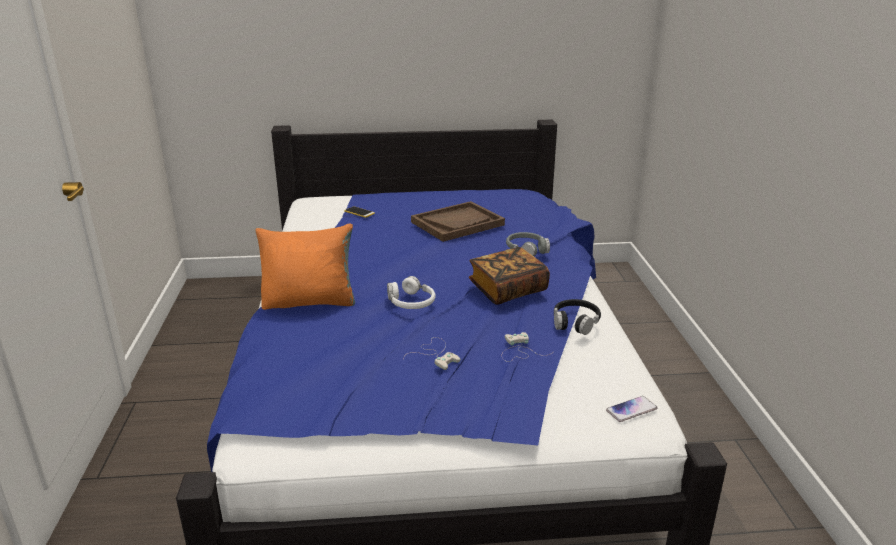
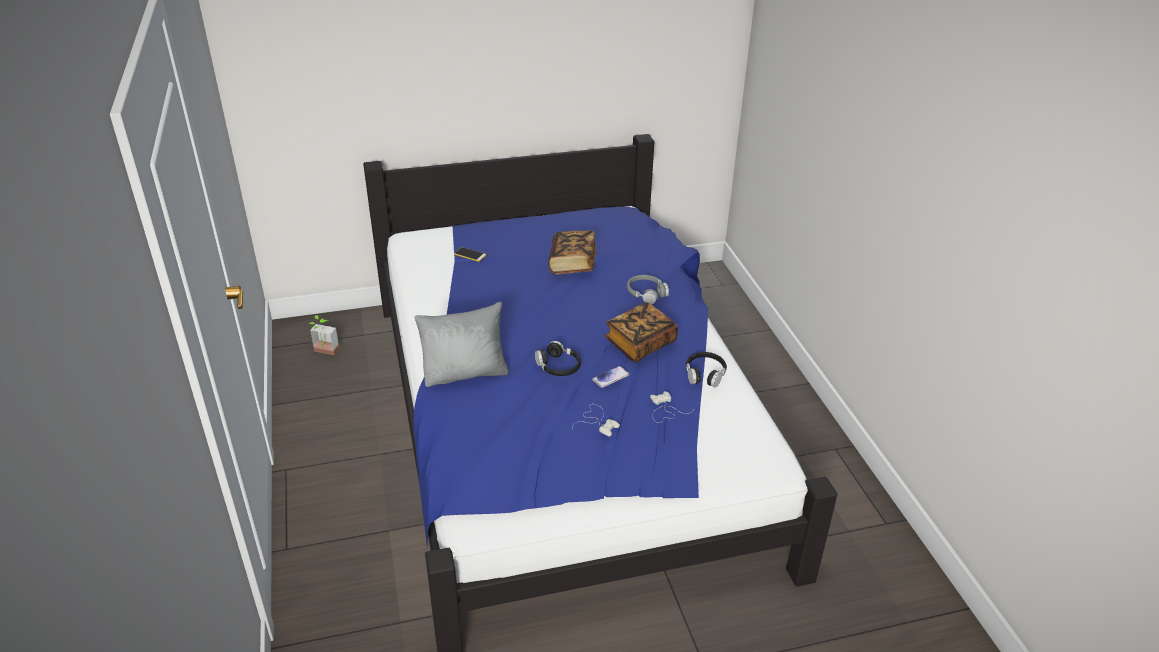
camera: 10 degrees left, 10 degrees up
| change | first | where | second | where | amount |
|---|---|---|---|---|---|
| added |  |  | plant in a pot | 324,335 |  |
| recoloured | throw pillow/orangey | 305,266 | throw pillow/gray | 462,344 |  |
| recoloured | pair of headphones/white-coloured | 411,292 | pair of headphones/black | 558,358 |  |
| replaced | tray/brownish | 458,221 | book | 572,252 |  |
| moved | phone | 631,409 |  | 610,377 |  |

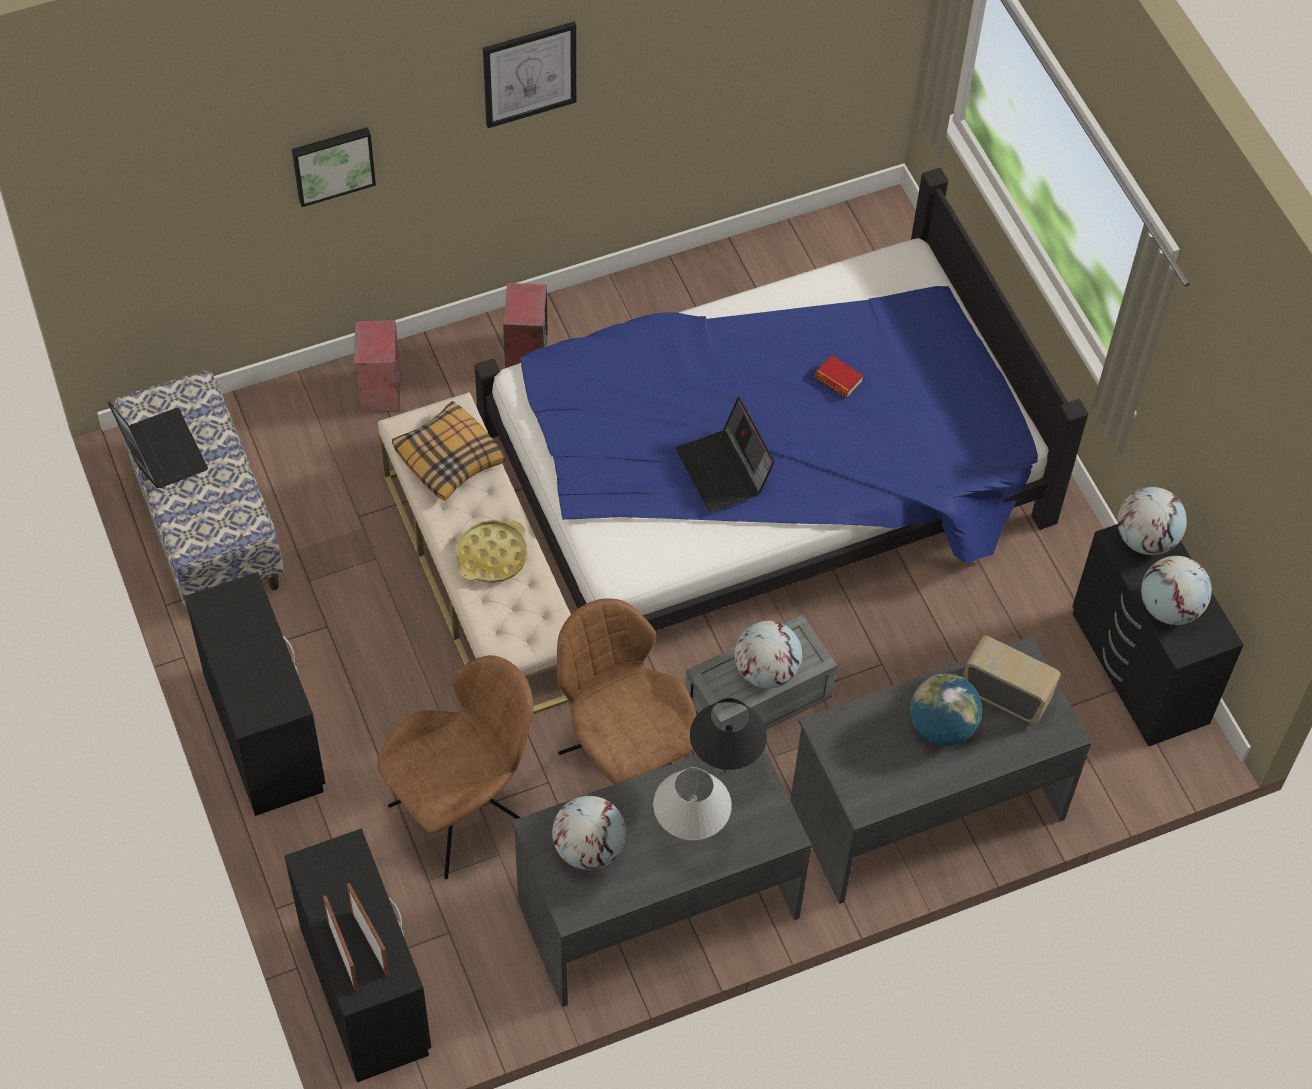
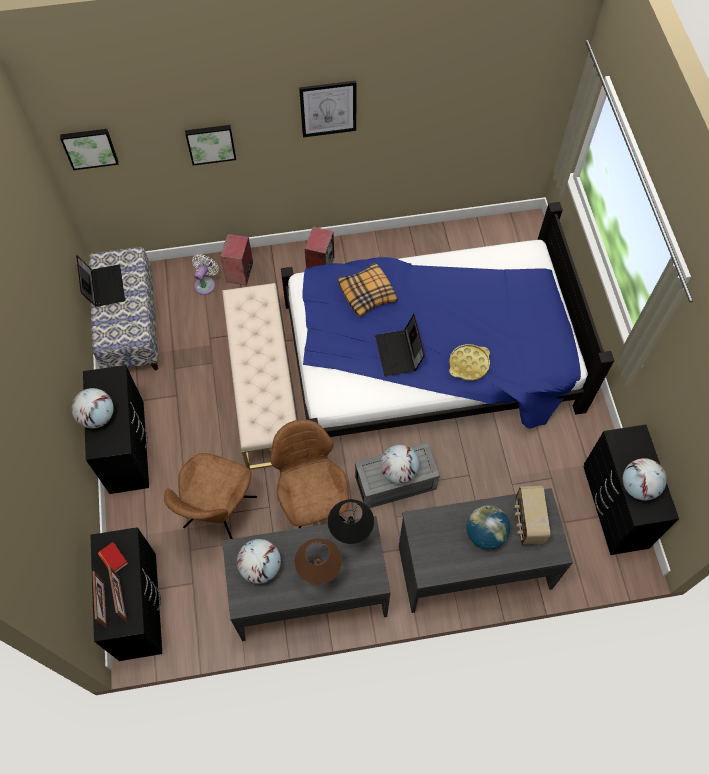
camera: 15 degrees right, 5 degrees up
| change | first | where | second | where | amount |
|---|---|---|---|---|---|
| added |  |  | wall picture | 89,149 |  |
| moved | world globe | 1152,521 |  | 93,408 |  |
| moved | book | 839,376 |  | 113,557 |  |
| turned | plain chair/brownish | 455,767 |  | 210,496 | 135 degrees clockwise |
| added |  |  | fan/white-coloured | 205,274 |  |
| recoloured | lamp for a table/white-coloured | 692,804 | lamp for a table/brownish | 318,561 |  |
| moved | throw pillow | 448,451 |  | 367,290 |  |
| moved | tray/yellow | 492,551 |  | 469,362 |  |
| turned | radio receiver | 1012,680 |  | 532,515 | 135 degrees counterclockwise |

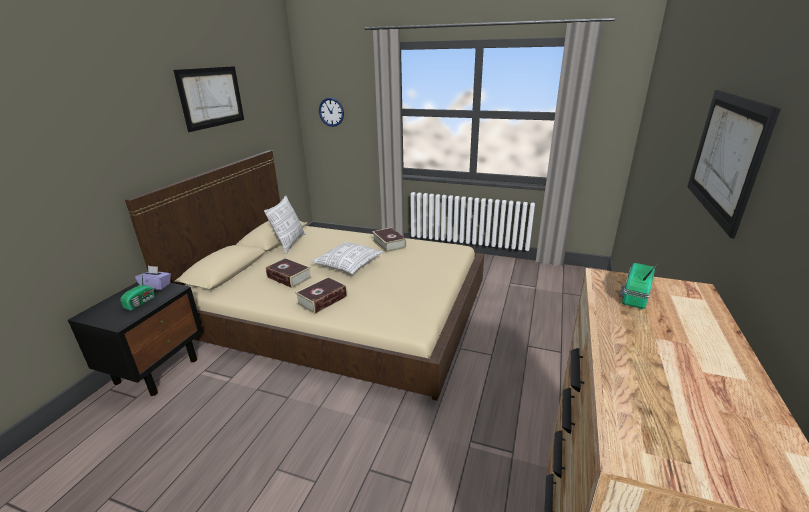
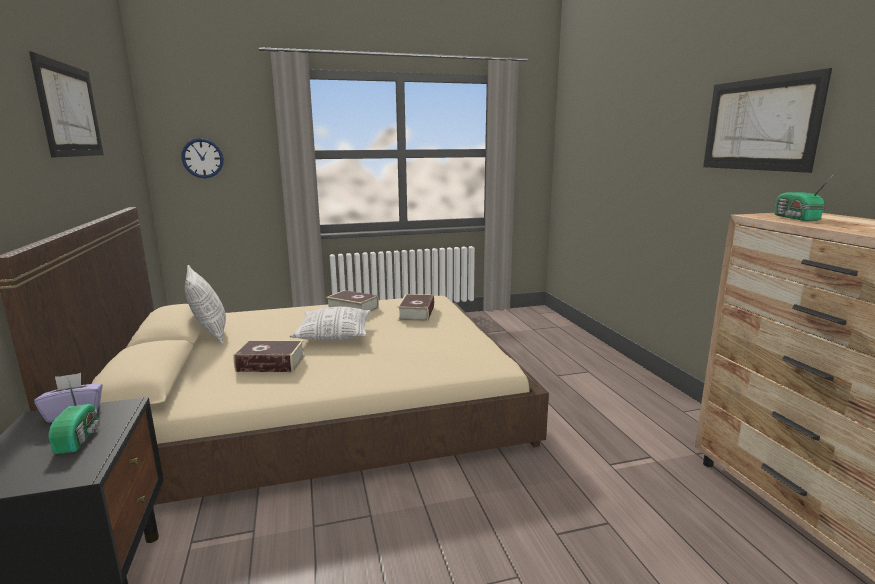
camera: 35 degrees left, 10 degrees down
| change | first | where | second | where | amount |
|---|---|---|---|---|---|
| moved | book | 321,295 |  | 415,308 |  |

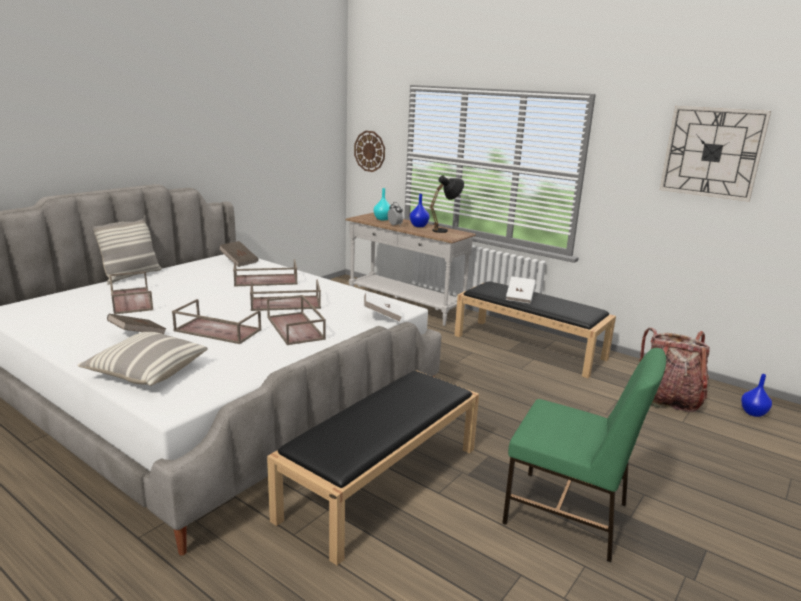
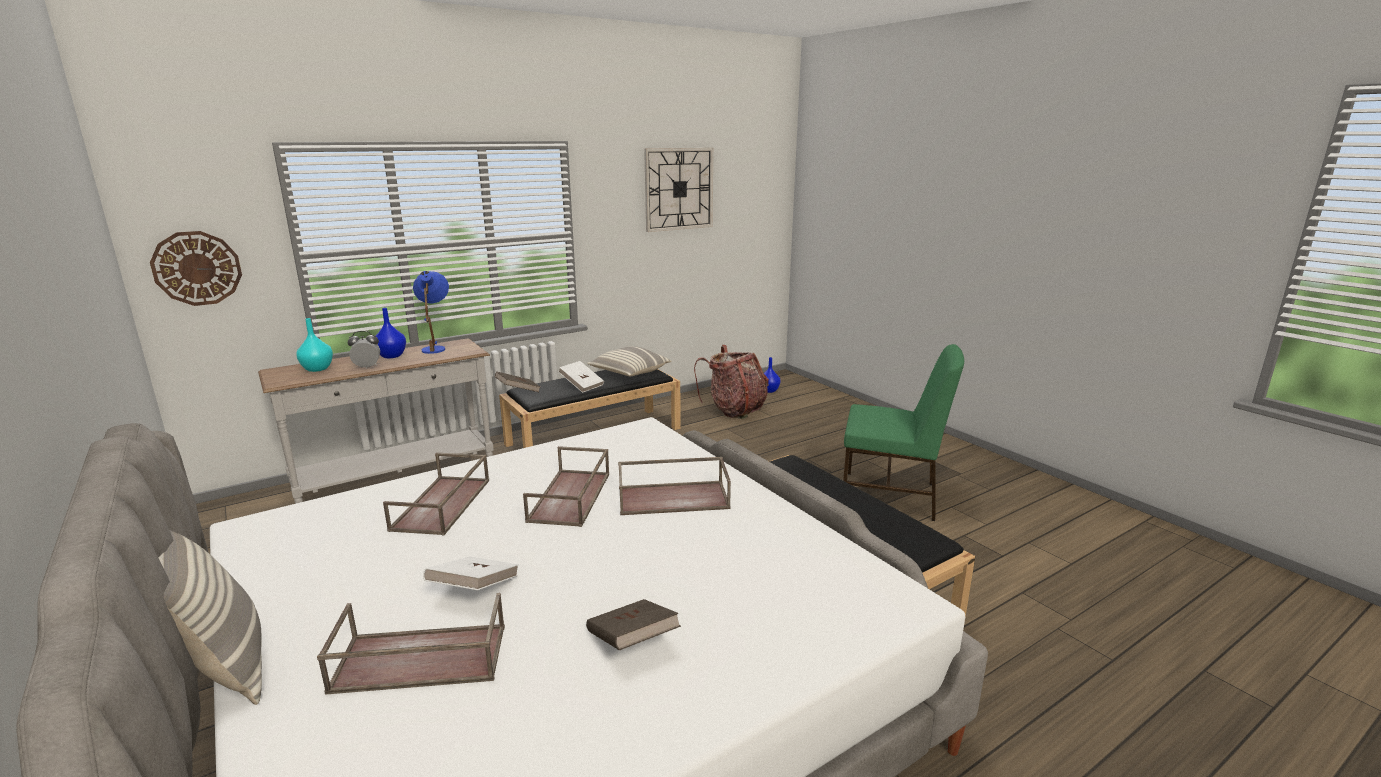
camera: 70 degrees left, 0 degrees up
| change | first | where | second | where | amount |
|---|---|---|---|---|---|
| recoloured | lamp for a table/black | 447,204 | lamp for a table/blue-coloured | 431,312 |  |
| moved | book/white-coloured | 383,306 |  | 471,573 |  |
| moved | book/brownish | 238,254 |  | 517,381 |  |
| moved | throw pillow | 142,359 |  | 629,361 |  |
| turned | plain chair/green | 584,455 |  | 903,432 | 60 degrees clockwise |
| removed | tray/brownish | 217,321 |  |  |  |

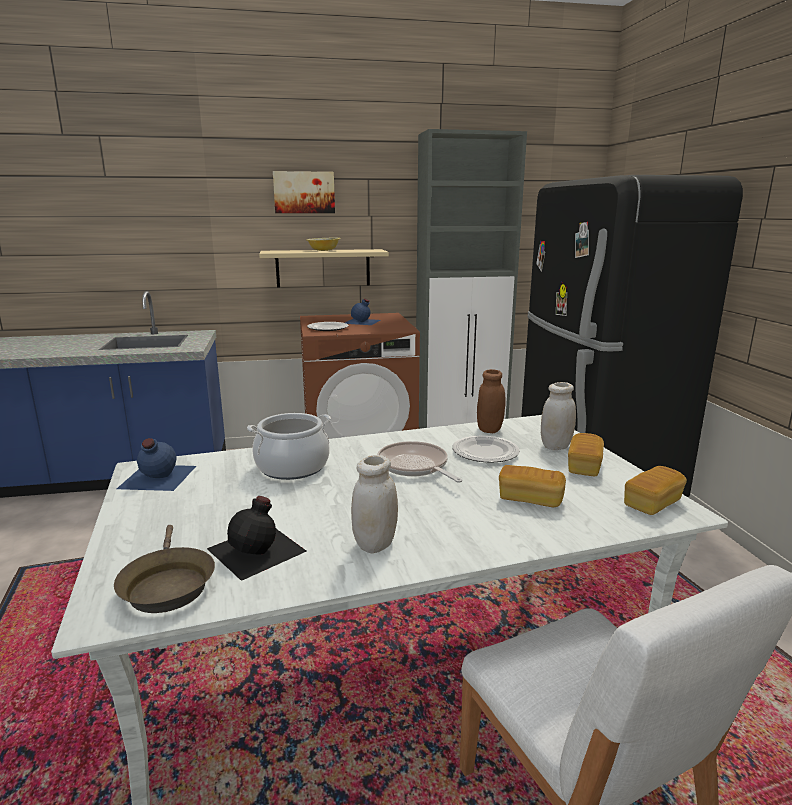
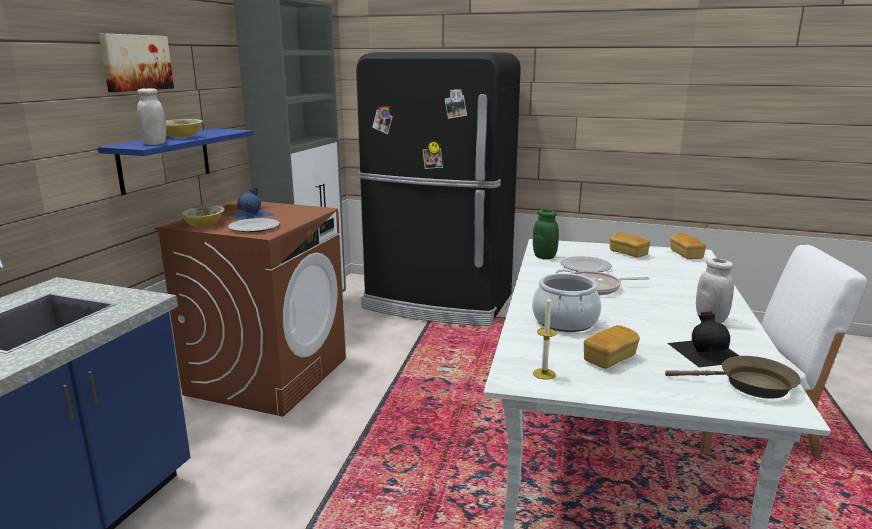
camera: 60 degrees left, 0 degrees up
| change | first | where | second | where | amount |
|---|---|---|---|---|---|
| recoloured | shelf/sand-coloured | 324,268 | shelf/blue-coloured | 175,162 |  |
| moved | preserve jar/white-coloured | 558,416 |  | 151,116 |  |
| added |  |  | deep dish | 202,216 |  |
| recoloured | preserve jar/brownish | 491,401 | preserve jar/green | 546,234 |  |
| replaced | drink bottle/blue-coloured | 156,464 | wax light | 545,338 |  |
| moved | baked bread | 532,486 |  | 612,347 |  |

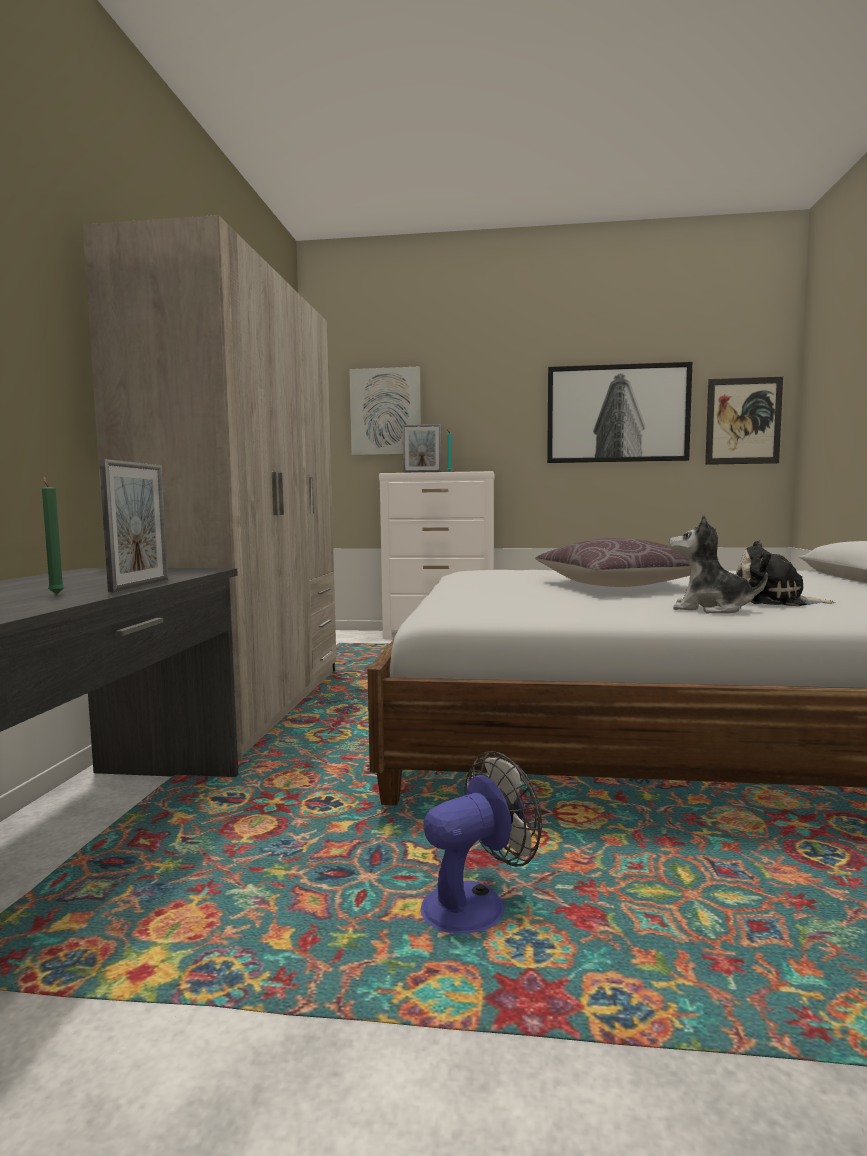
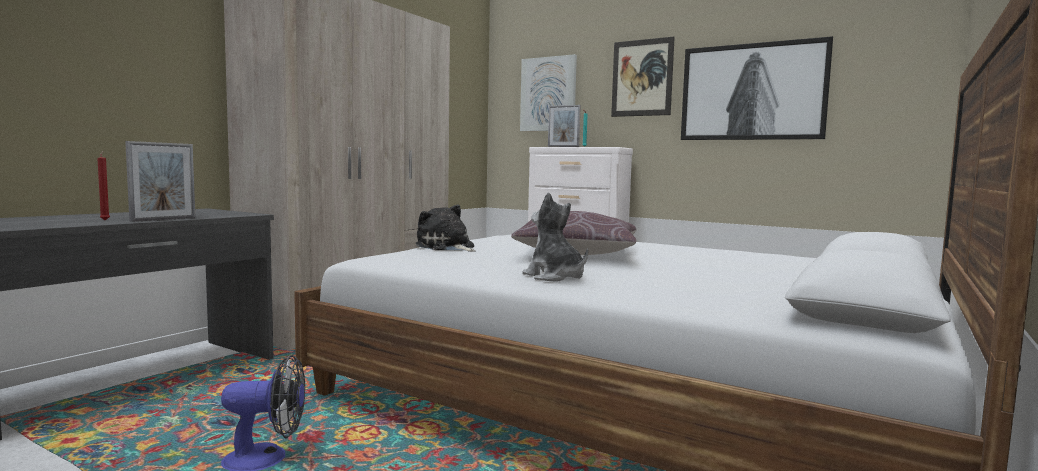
camera: 25 degrees right, 0 degrees up
| change | first | where | second | where | amount |
|---|---|---|---|---|---|
| recoloured | wax light/green | 53,535 | wax light/red | 103,185 |  |
| moved | soft toy | 785,573 |  | 446,228 |  |
| moved | wall picture | 744,421 |  | 643,77 |  |

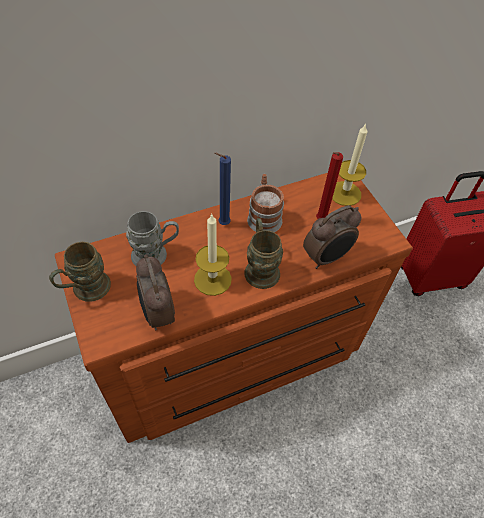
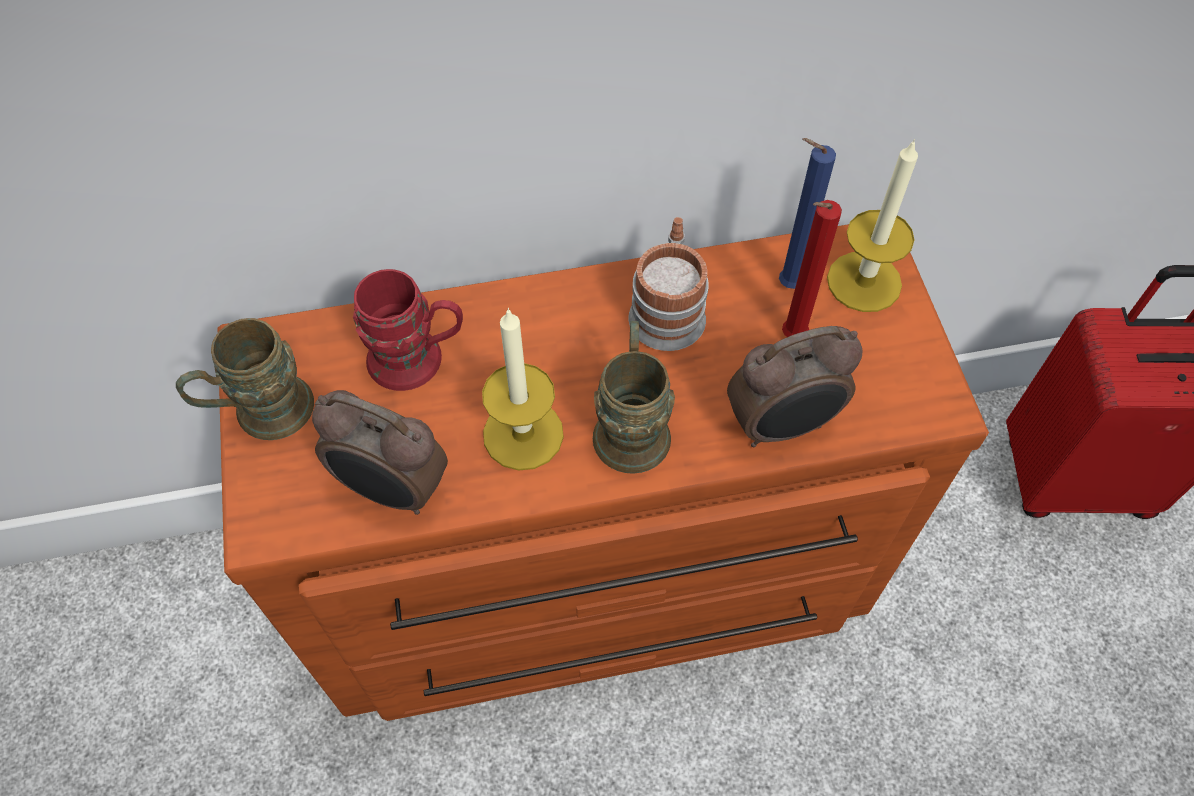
camera: 15 degrees right, 5 degrees up
| change | first | where | second | where | amount |
|---|---|---|---|---|---|
| turned | bedside clock | 155,292 |  | 380,452 | 60 degrees counterclockwise |
| recoloured | mug/gray | 152,238 | mug/red | 408,330 |  |
| moved | wax light/blue-coloured | 222,189 |  | 807,213 |  |

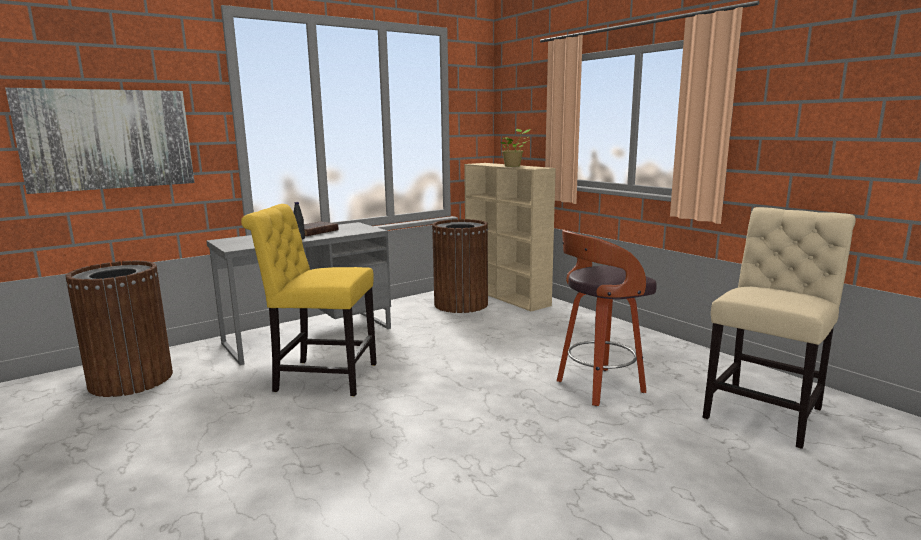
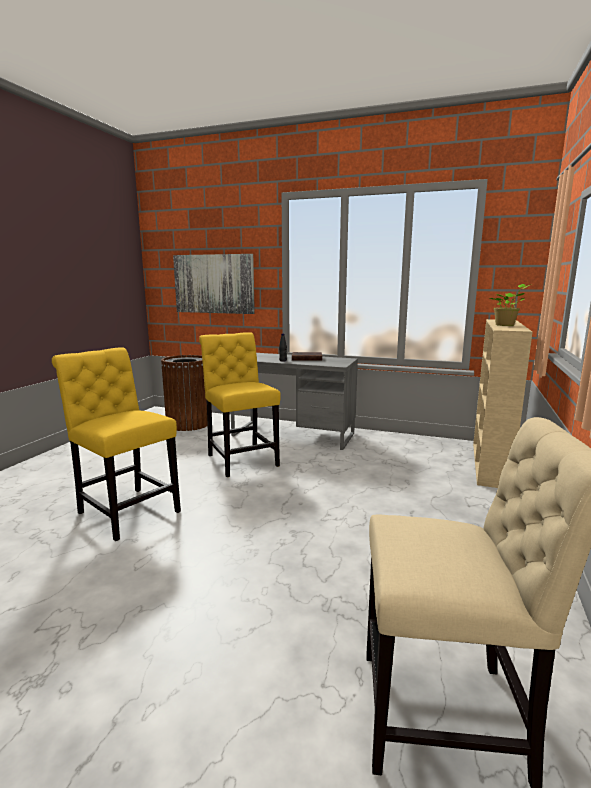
camera: 55 degrees right, 0 degrees up
| change | first | where | second | where | amount |
|---|---|---|---|---|---|
| added |  |  | plain chair/yellow | 116,444 |  |
| removed | rubbish bin/brownish | 460,266 |  |  |  |
| removed | stool | 607,318 |  |  |  |

